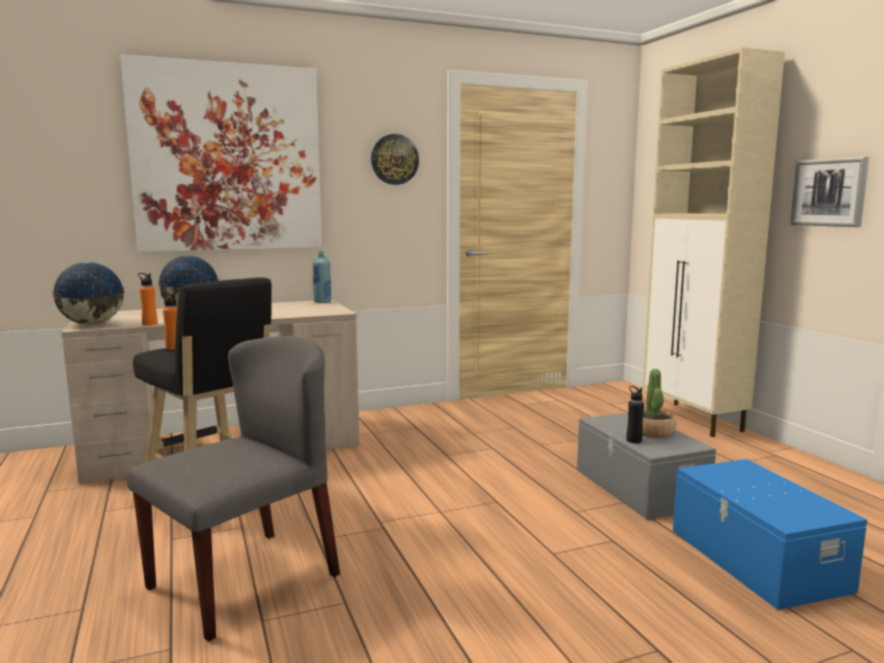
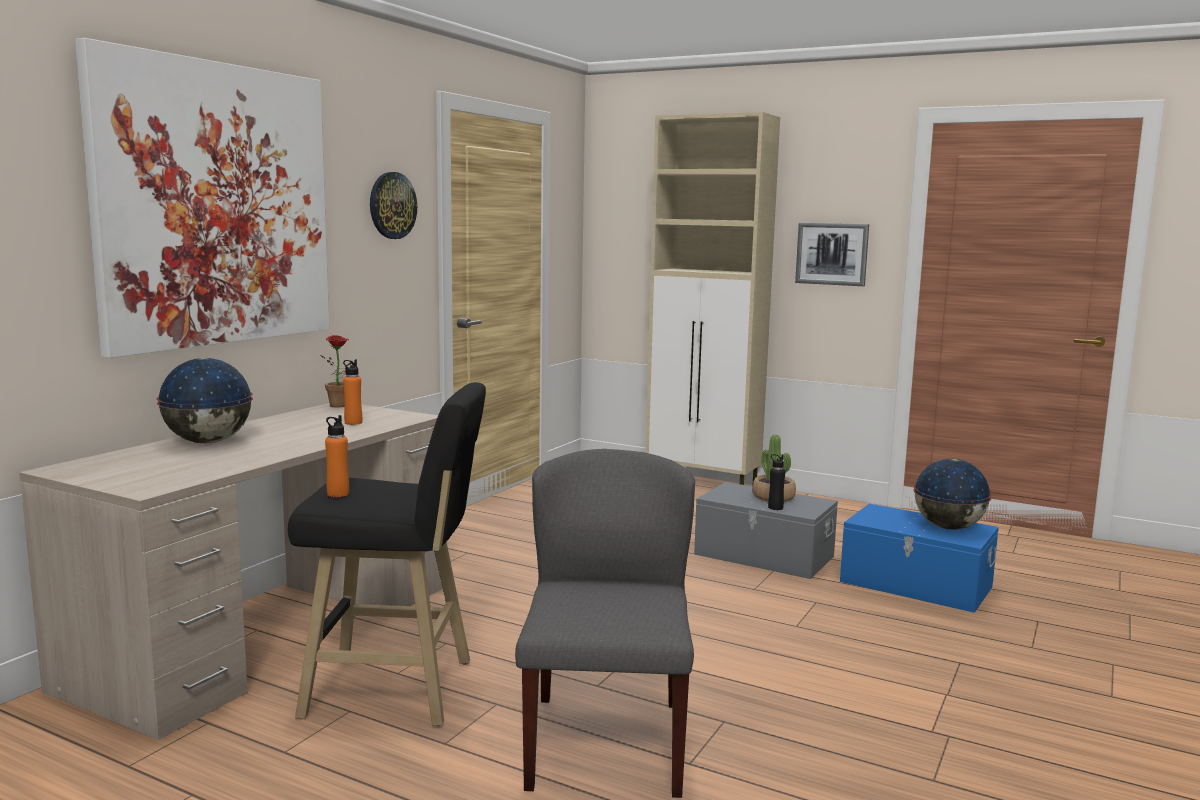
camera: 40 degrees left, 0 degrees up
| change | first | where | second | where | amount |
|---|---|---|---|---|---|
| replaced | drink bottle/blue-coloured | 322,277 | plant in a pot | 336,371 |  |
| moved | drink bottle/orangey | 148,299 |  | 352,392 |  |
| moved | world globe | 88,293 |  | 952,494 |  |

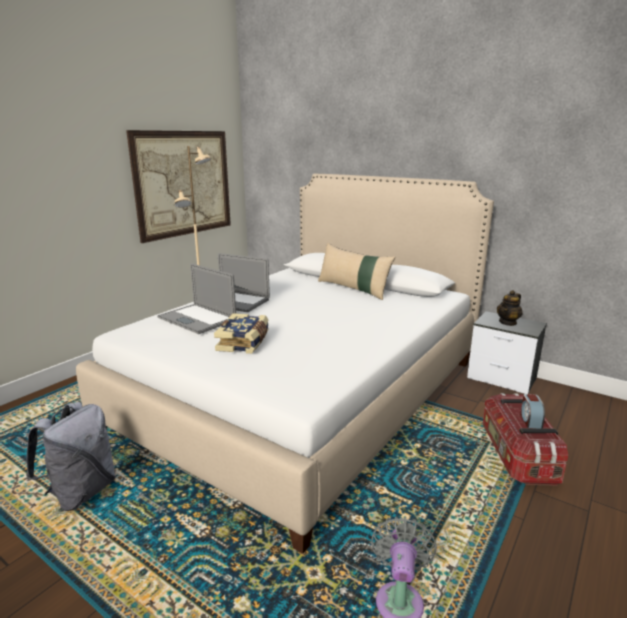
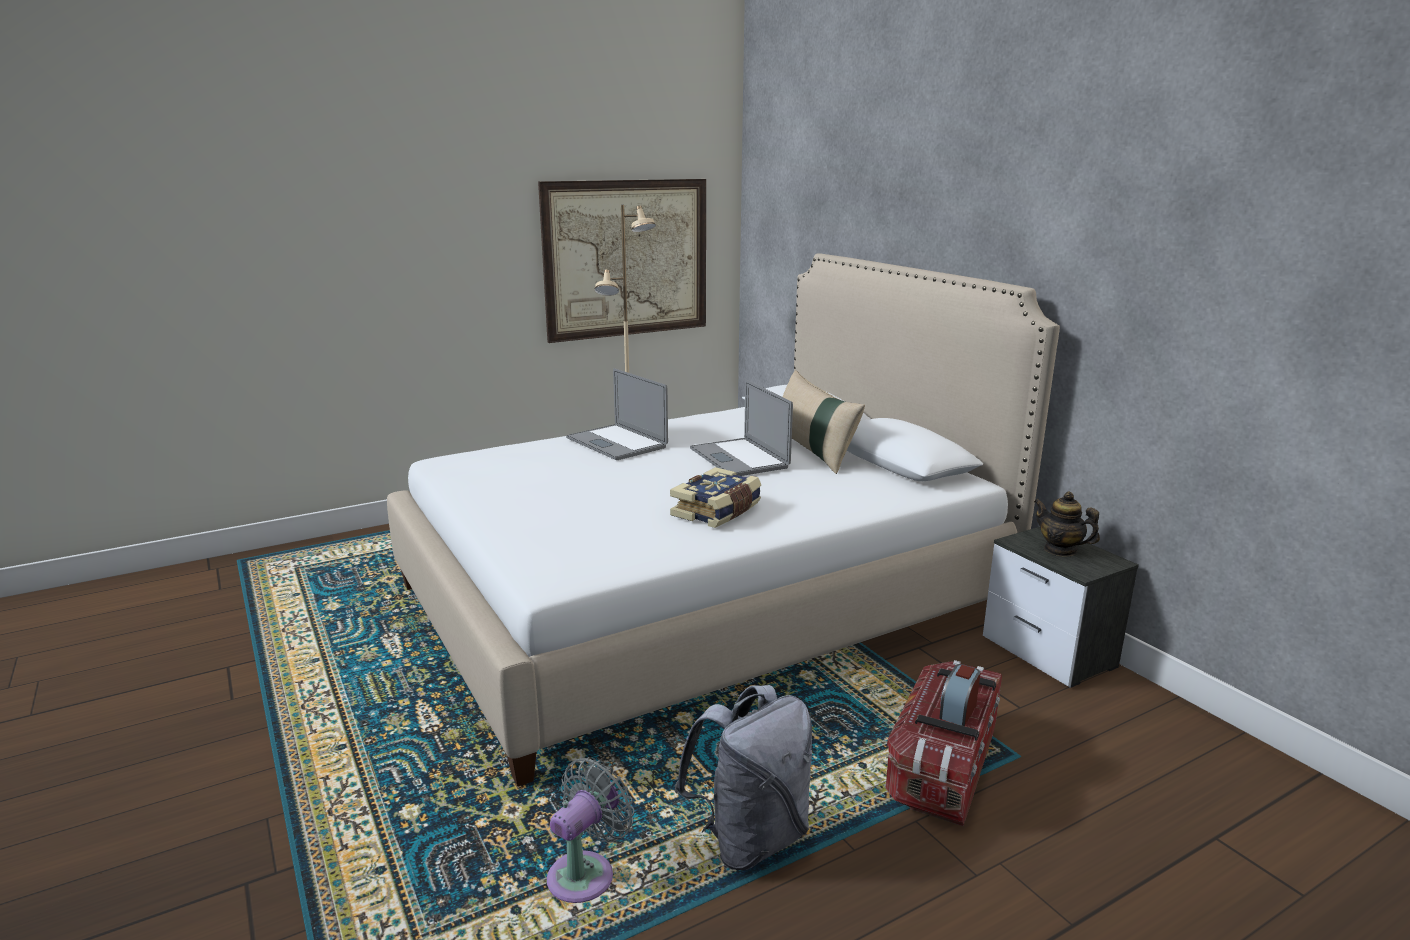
camera: 25 degrees right, 0 degrees up
| change | first | where | second | where | amount |
|---|---|---|---|---|---|
| moved | book | 241,333 |  | 715,497 |  |
| moved | rucksack/gray | 71,456 |  | 743,777 |  |
| moved | portable computer | 196,298 |  | 741,428 |  |
| turned | tea pot | 510,308 |  | 1067,524 | 60 degrees clockwise |

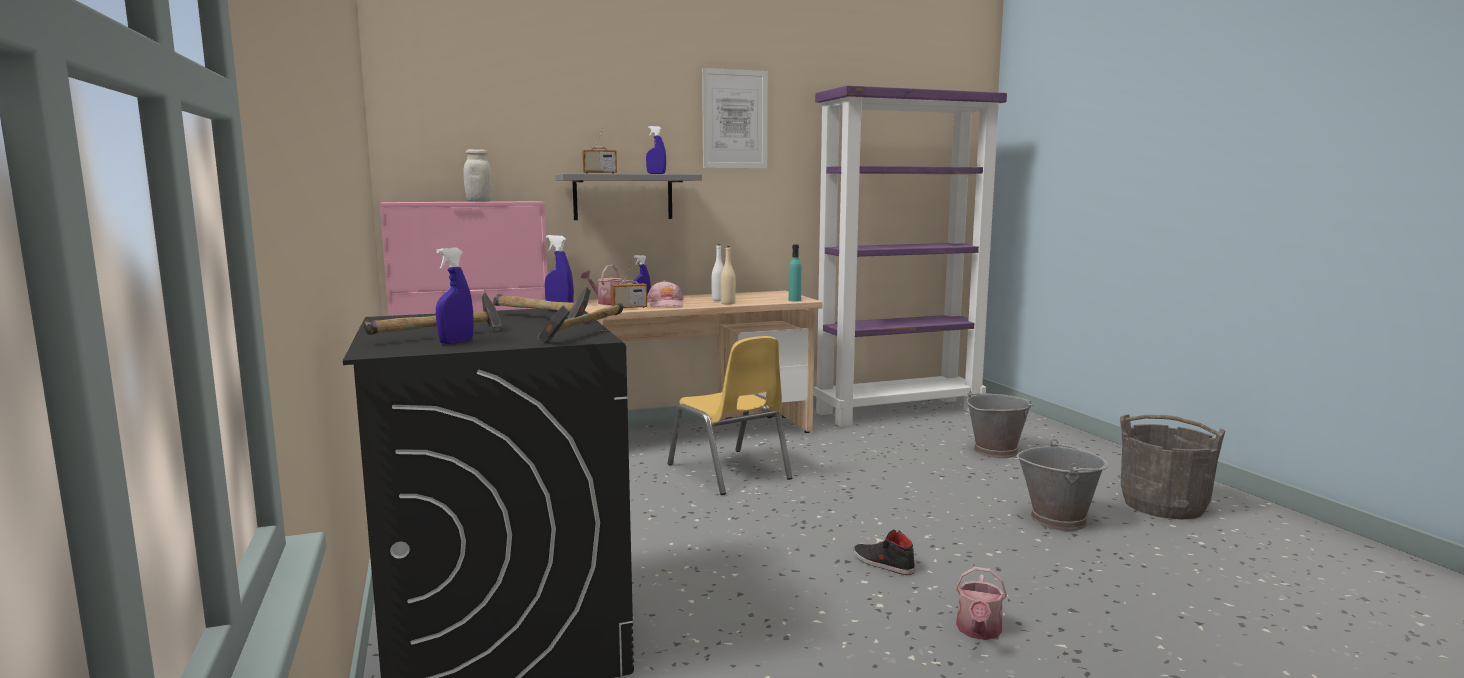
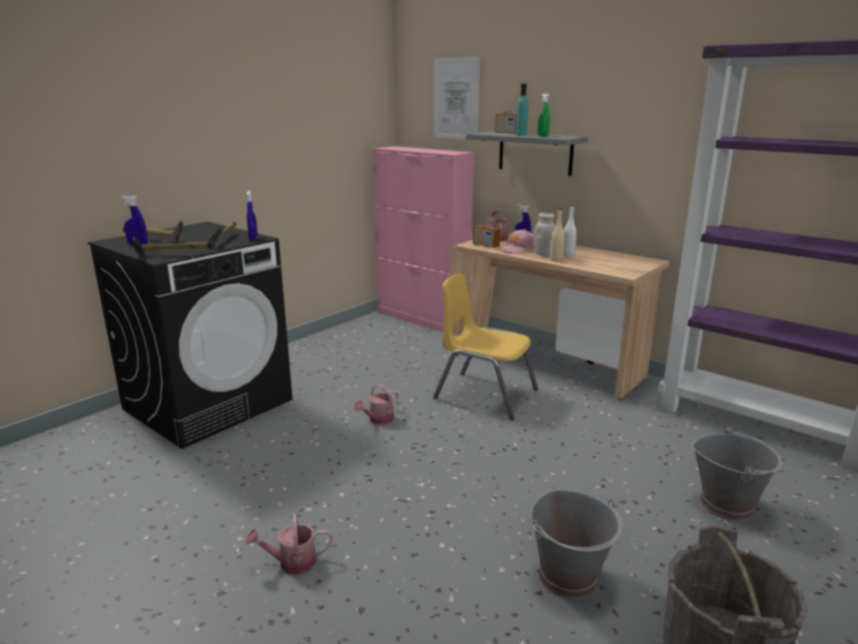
camera: 60 degrees right, 10 degrees up
| change | first | where | second | where | amount |
|---|---|---|---|---|---|
| added |  |  | watering can | 376,404 |  |
| turned | plain chair/yellow | 730,415 |  | 485,347 | 90 degrees clockwise |
| moved | wall picture | 735,118 |  | 457,98 |  |
| moved | drink bottle/turquoise-coloured | 795,272 |  | 522,110 |  |
| moved | preserve jar/white-coloured | 478,175 |  | 544,234 |  |
| recoloured | hand sprayer/blue-coloured | 656,150 | hand sprayer/green | 544,115 |  |
| removed | shoe/black | 884,552 |  |  |  |

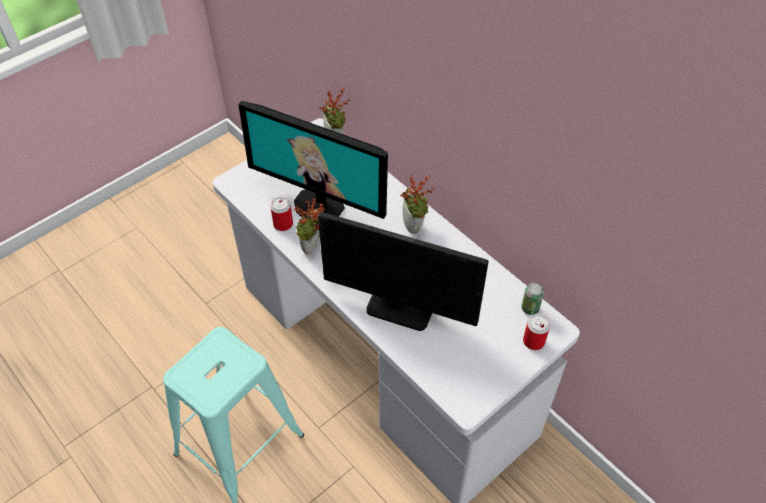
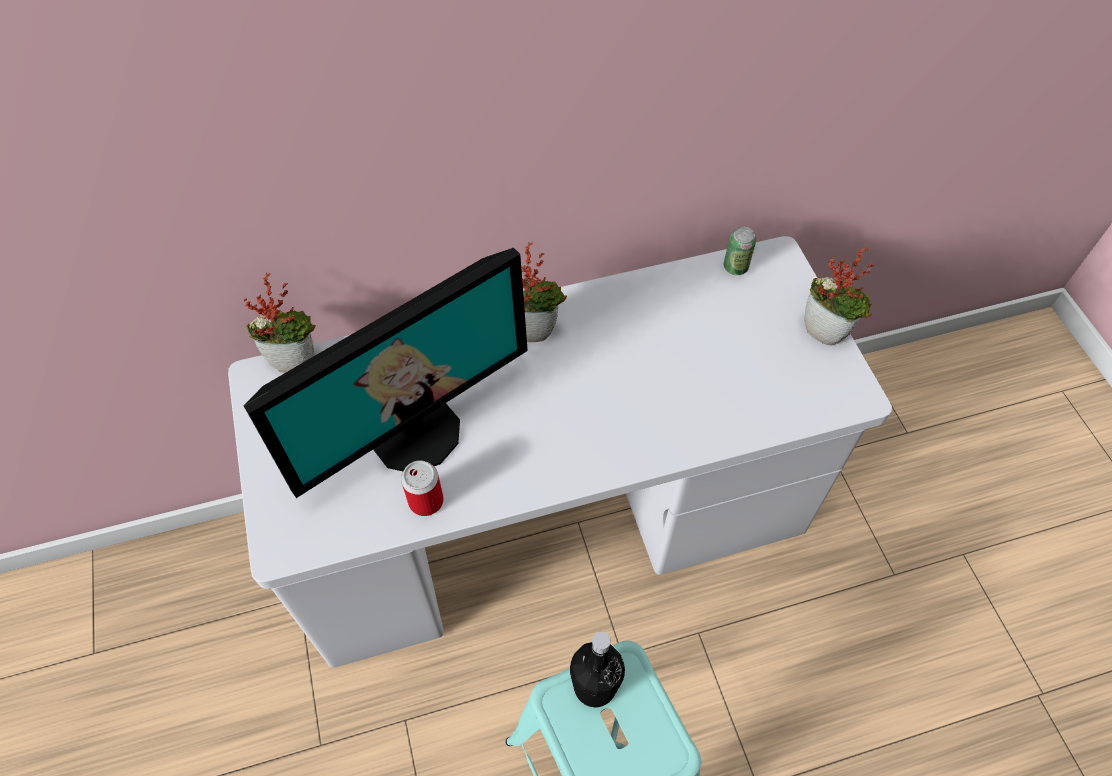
camera: 65 degrees left, 5 degrees up
| change | first | where | second | where | amount |
|---|---|---|---|---|---|
| added |  |  | drink bottle/black | 597,669 |  |
| moved | plant in a pot | 309,226 |  | 839,296 |  |
| removed | computer screen | 403,271 |  |  |  |
| removed | metal can | 536,332 |  |  |  |

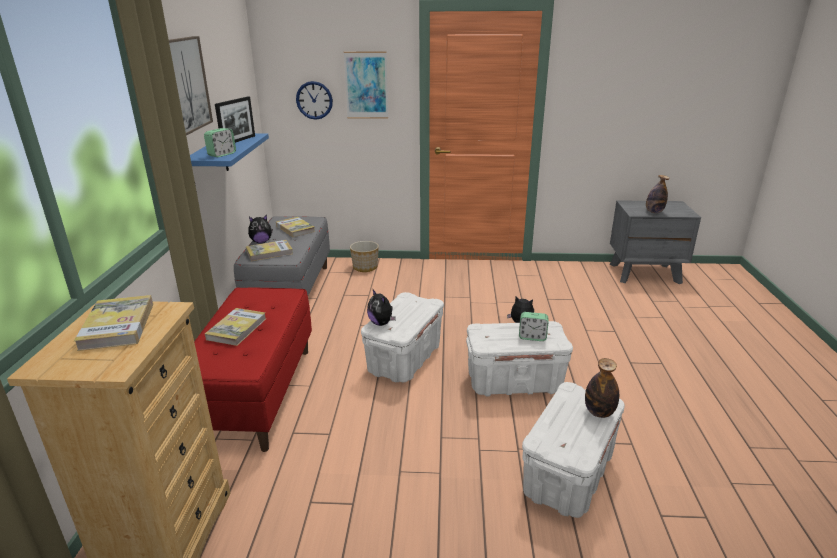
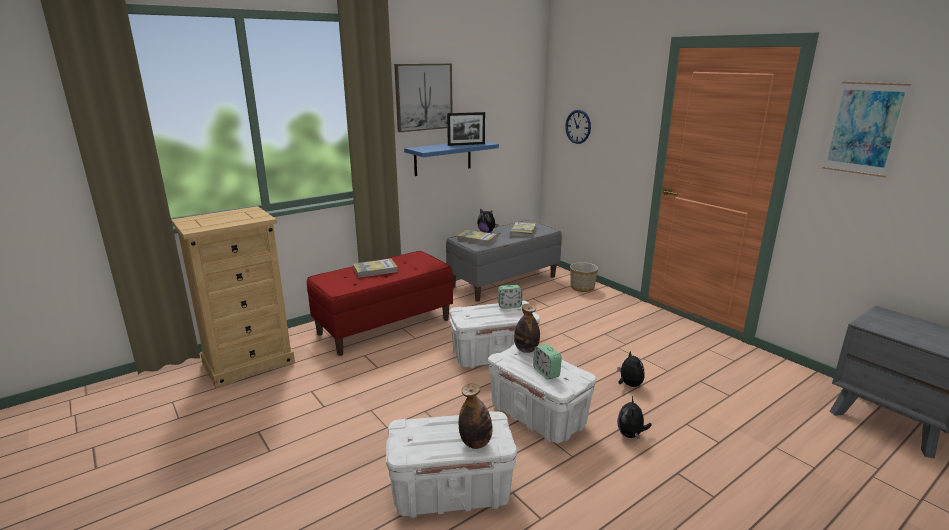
camera: 50 degrees right, 5 degrees down
| change | first | where | second | where | amount |
|---|---|---|---|---|---|
| moved | bedside clock | 220,142 |  | 510,297 |  |
| moved | drink bottle | 657,194 |  | 527,328 |  |
| moved | soft toy | 381,308 |  | 634,418 |  |
| moved | wall picture | 366,85 |  | 866,129 |  |
| removed | book | 113,323 |  |  |  |

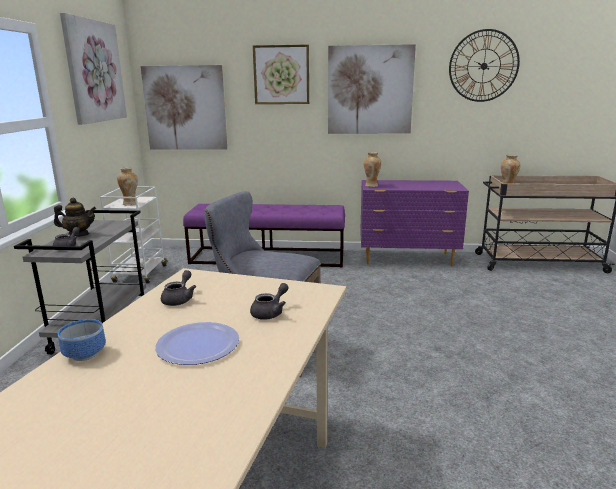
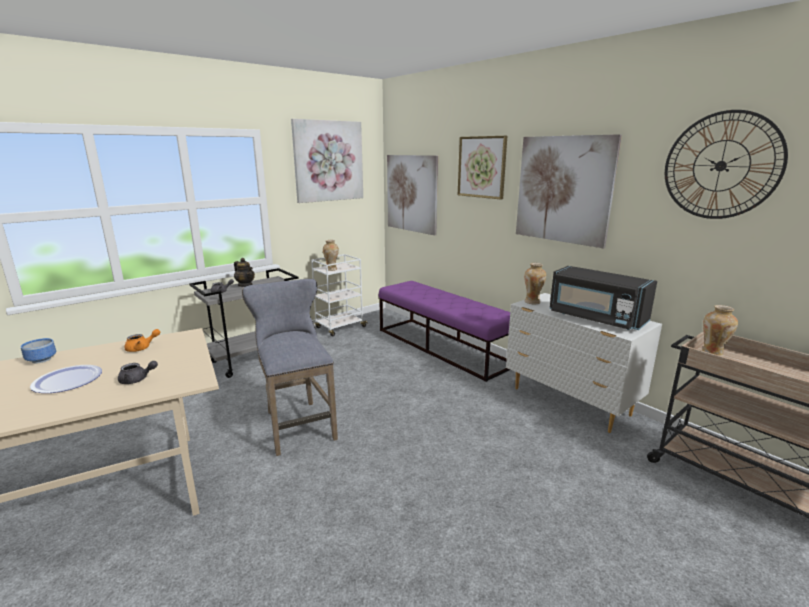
camera: 45 degrees right, 0 degrees up
| change | first | where | second | where | amount |
|---|---|---|---|---|---|
| recoloured | tea pot/gray | 178,288 | tea pot/orangey | 142,340 |  |
| recoloured | dresser/purplish | 414,223 | dresser/white-coloured | 584,363 |  |
| added |  |  | microwave oven/black | 603,298 |  |

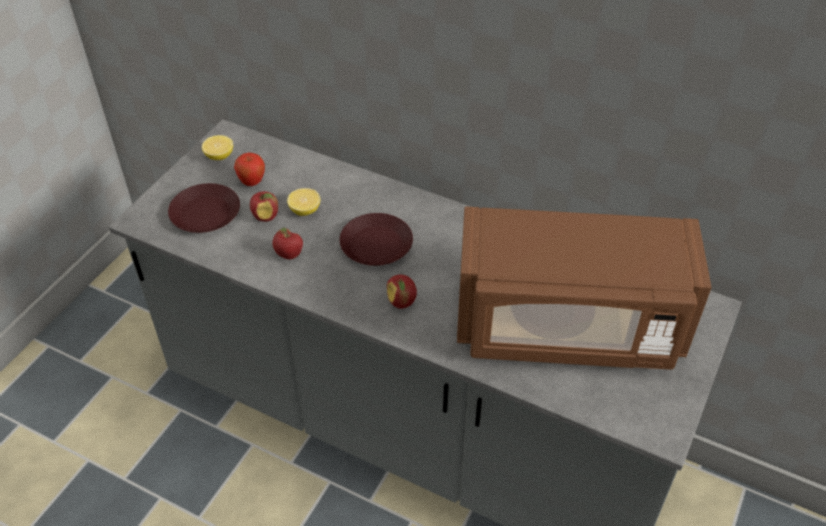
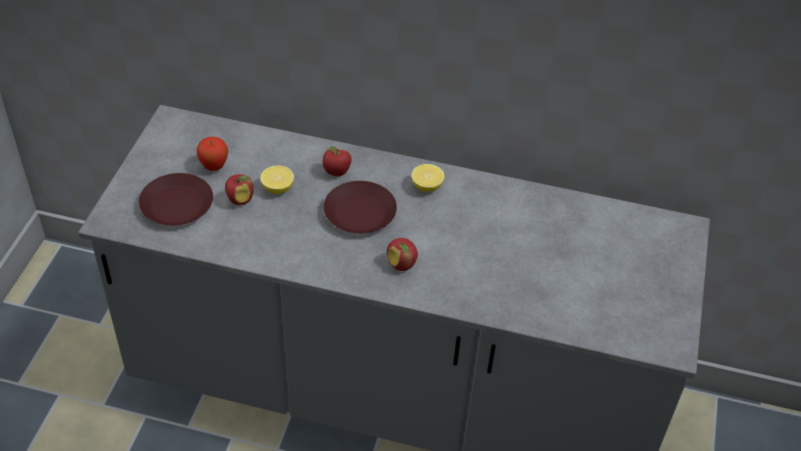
camera: 15 degrees left, 0 degrees up
| change | first | where | second | where | amount |
|---|---|---|---|---|---|
| moved | apple | 287,243 |  | 337,161 |  |
| moved | citrus fruit | 217,147 |  | 428,178 |  |
| removed | microwave oven/brownish | 584,288 |  |  |  |

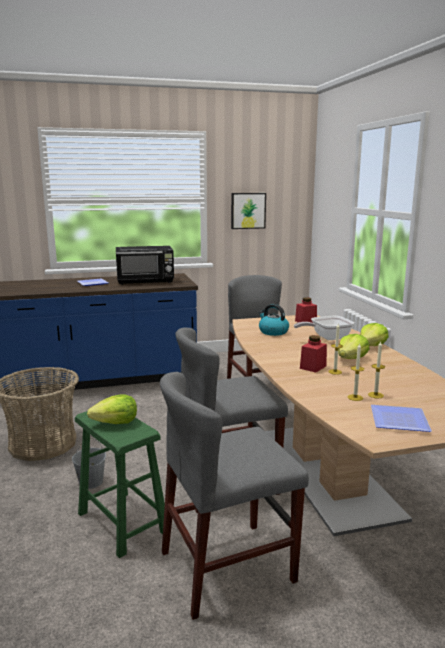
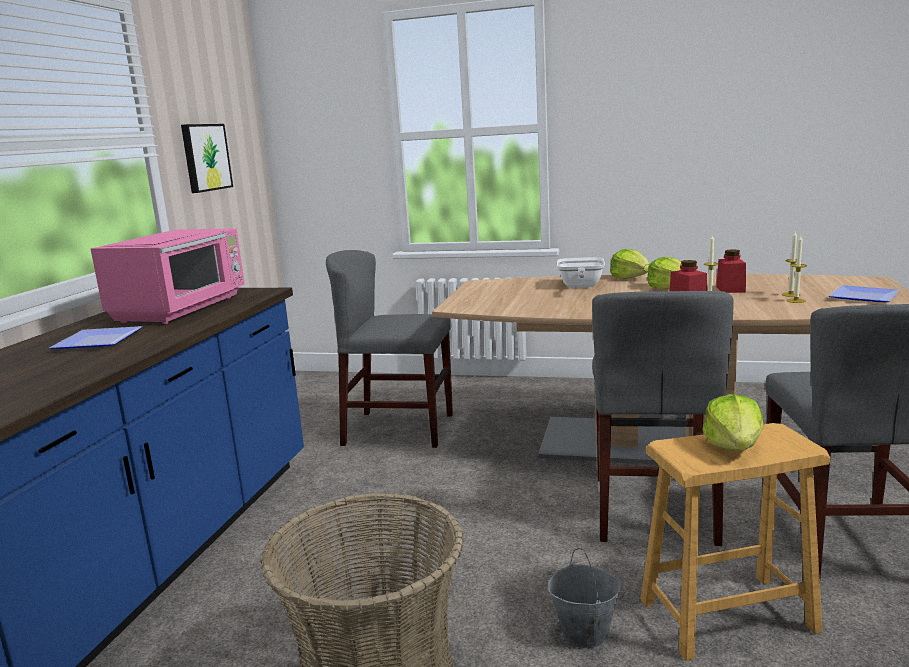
camera: 60 degrees left, 0 degrees up
| change | first | where | second | where | amount |
|---|---|---|---|---|---|
| recoloured | microwave oven/black | 145,265 | microwave oven/pink | 168,276 |  |
| recoloured | stool/green | 120,484 | stool/brownish | 735,542 |  |
| moved | preserve jar/red | 306,310 |  | 731,271 |  |
| removed | tea kettle | 274,320 |  |  |  |

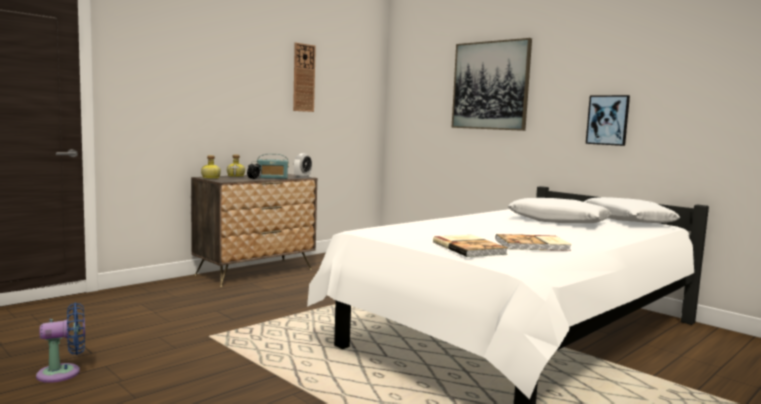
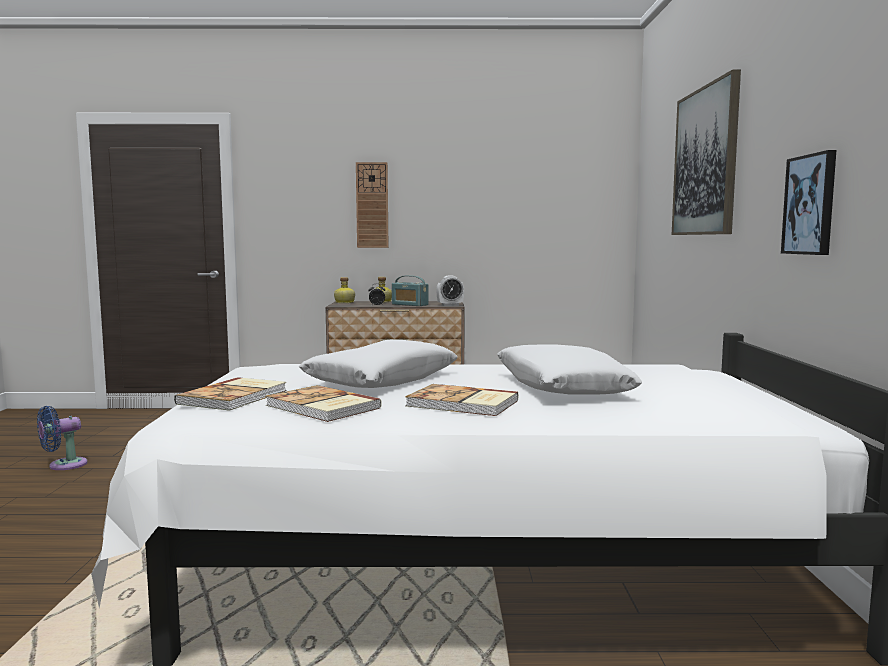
camera: 45 degrees right, 0 degrees up
| change | first | where | second | where | amount |
|---|---|---|---|---|---|
| turned | fan/blue-coloured | 60,342 |  | 62,438 | 120 degrees clockwise |
| moved | throw pillow/white-coloured | 632,210 |  | 378,364 |  |
| moved | wall clock | 304,77 |  | 372,205 |  |
| added |  |  | book | 461,400 |  |

